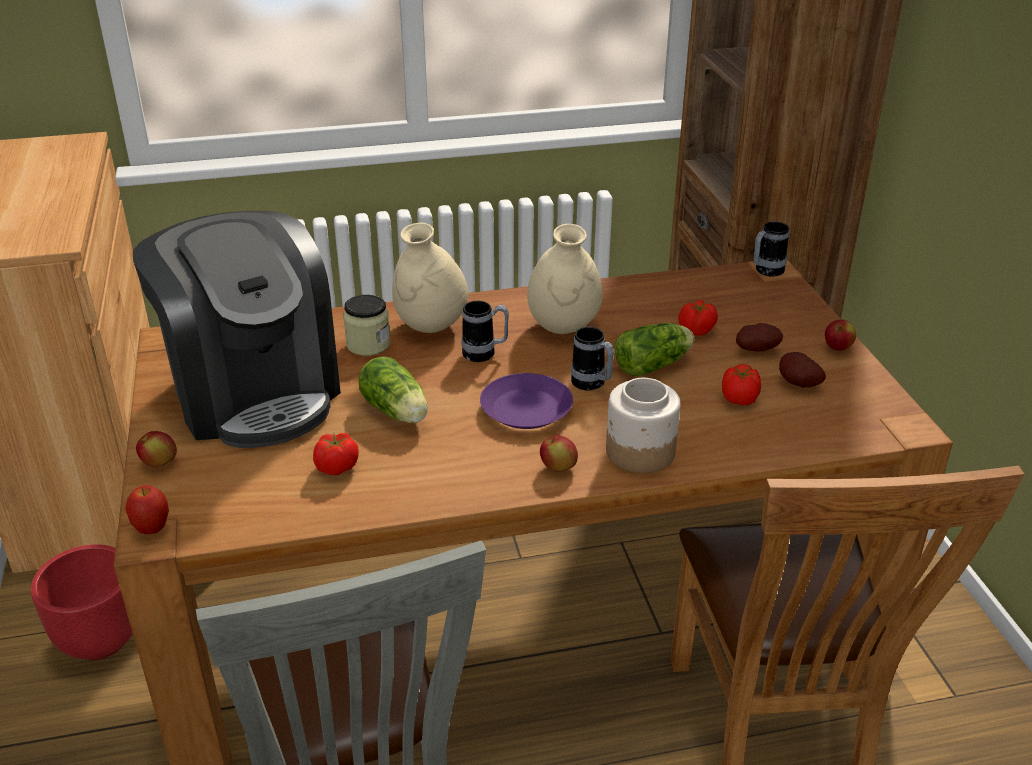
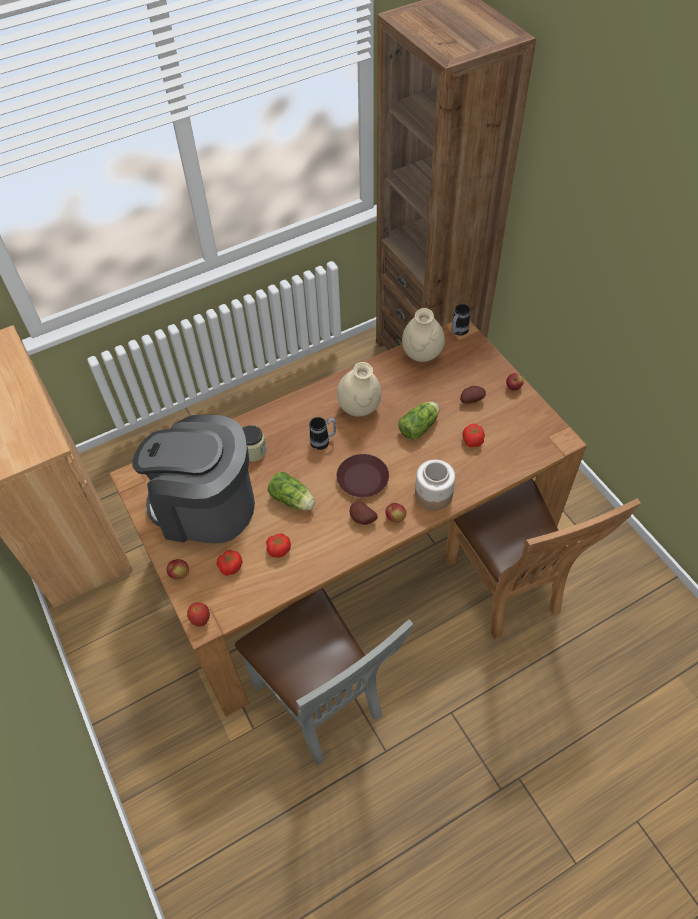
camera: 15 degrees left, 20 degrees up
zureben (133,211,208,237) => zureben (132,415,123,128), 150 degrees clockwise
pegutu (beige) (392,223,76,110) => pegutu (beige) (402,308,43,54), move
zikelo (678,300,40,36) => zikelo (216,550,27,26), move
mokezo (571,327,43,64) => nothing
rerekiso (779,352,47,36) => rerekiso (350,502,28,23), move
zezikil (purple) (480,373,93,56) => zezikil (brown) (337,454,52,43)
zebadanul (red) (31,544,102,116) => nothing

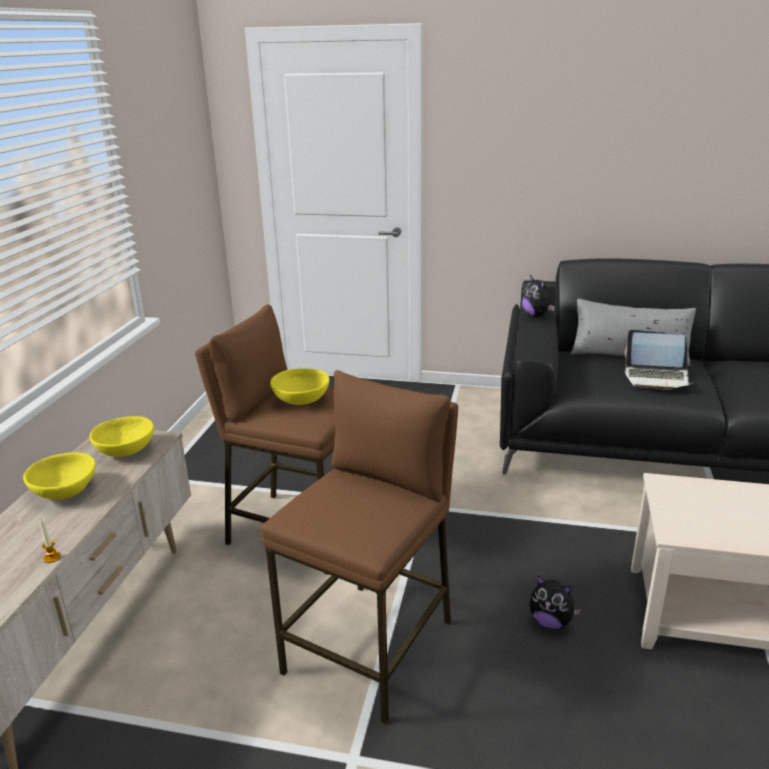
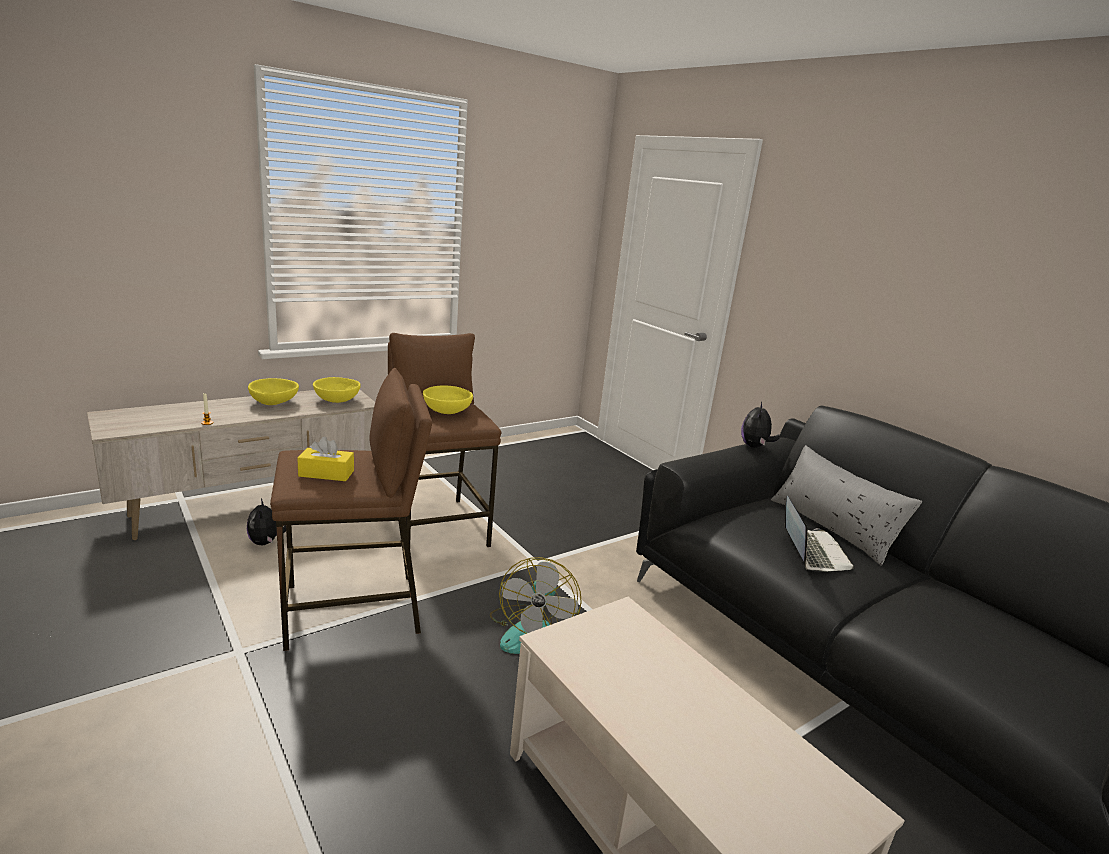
camera: 40 degrees right, 5 degrees down
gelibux (624,330,70,59) => gelibux (785,496,69,76), 150 degrees counterclockwise
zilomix (529,576,52,53) => zilomix (247,498,39,47), move
nothing => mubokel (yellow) (297,437,57,44)
nothing => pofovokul (490,557,92,97)

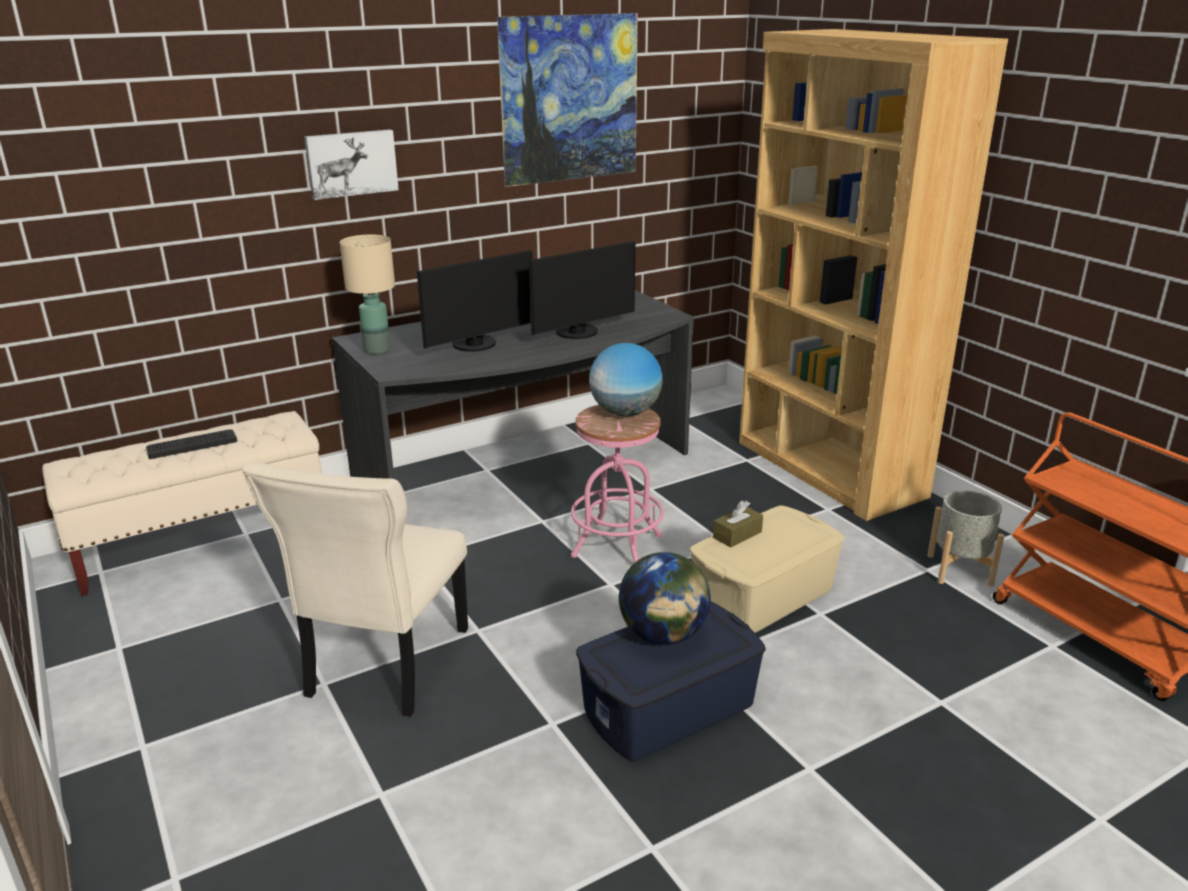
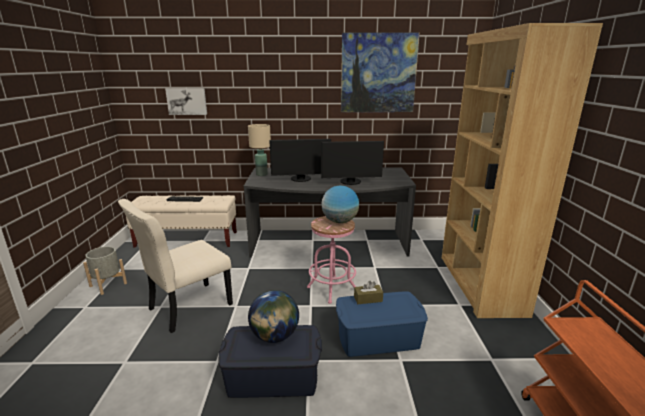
camera: 30 degrees right, 5 degrees down
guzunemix (304,129,95,71) => guzunemix (165,88,42,27), move
zebadanul (grey) (927,490,78,96) => zebadanul (grey) (83,246,44,49), move
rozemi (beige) (689,505,156,128) => rozemi (blue) (336,291,92,66)

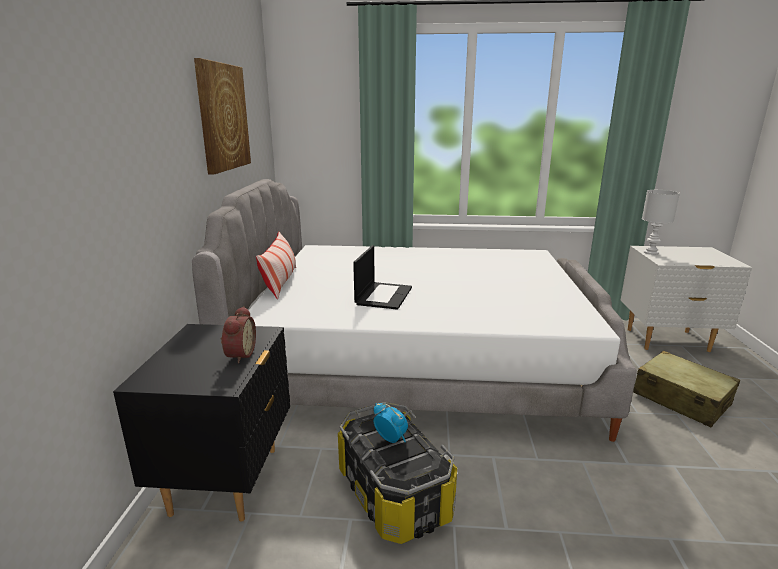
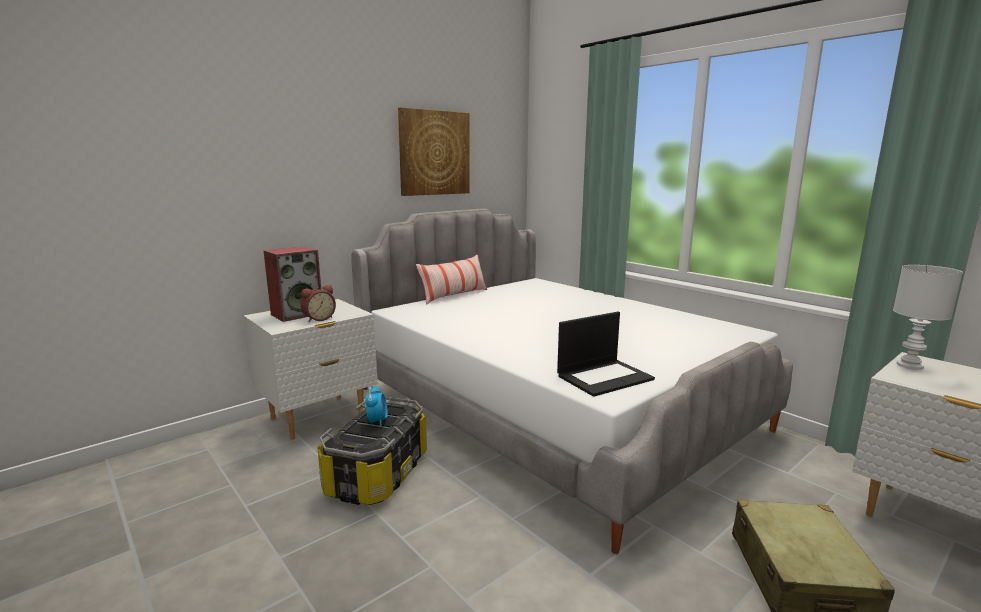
camera: 45 degrees right, 5 degrees down
gelibux (353,245,59,65) => gelibux (557,312,98,85), move
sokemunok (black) (113,324,177,198) => sokemunok (white) (243,299,135,141)
nothing => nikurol (264,246,57,76)

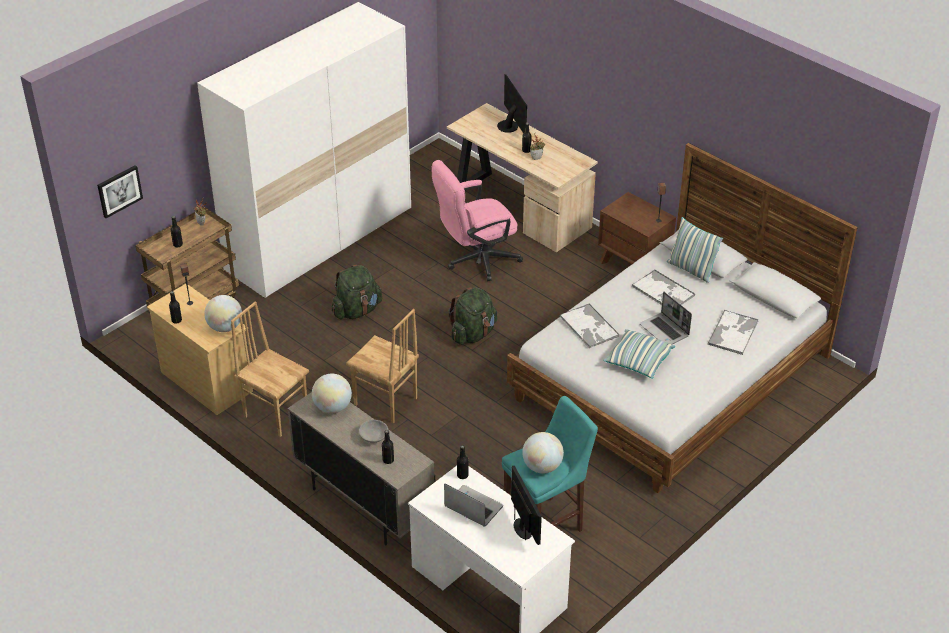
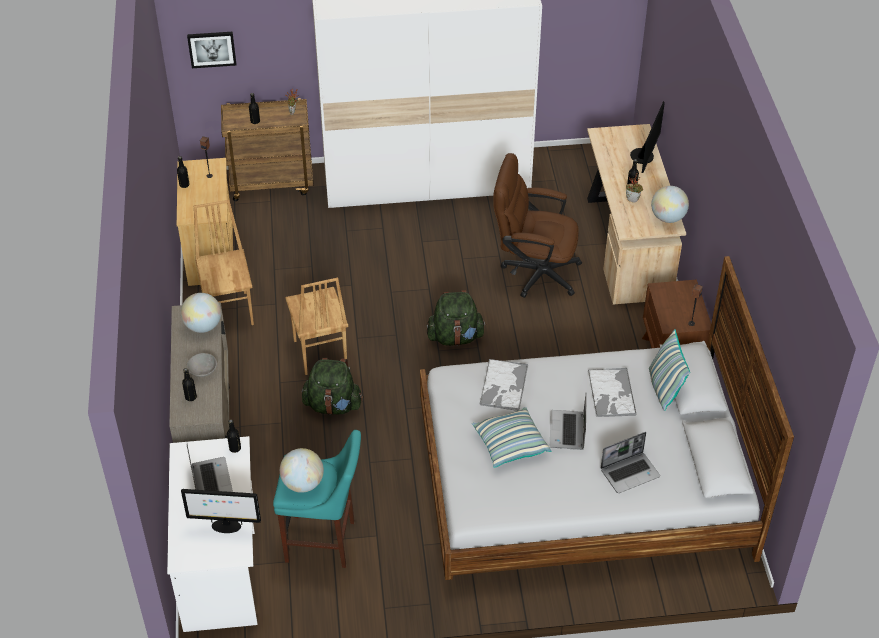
camera: 40 degrees right, 5 degrees up
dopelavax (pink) (431,160,92,121) => dopelavax (brown) (493,153,89,145)
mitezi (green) (332,265,50,54) => mitezi (green) (302,358,61,57), move
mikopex (204,295,38,37) => mikopex (651,186,38,37), move
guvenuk (707,310,52,45) => gelibux (600,432,60,61)
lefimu (511,466,31,79) => lefimu (181,489,80,44), 75 degrees clockwise

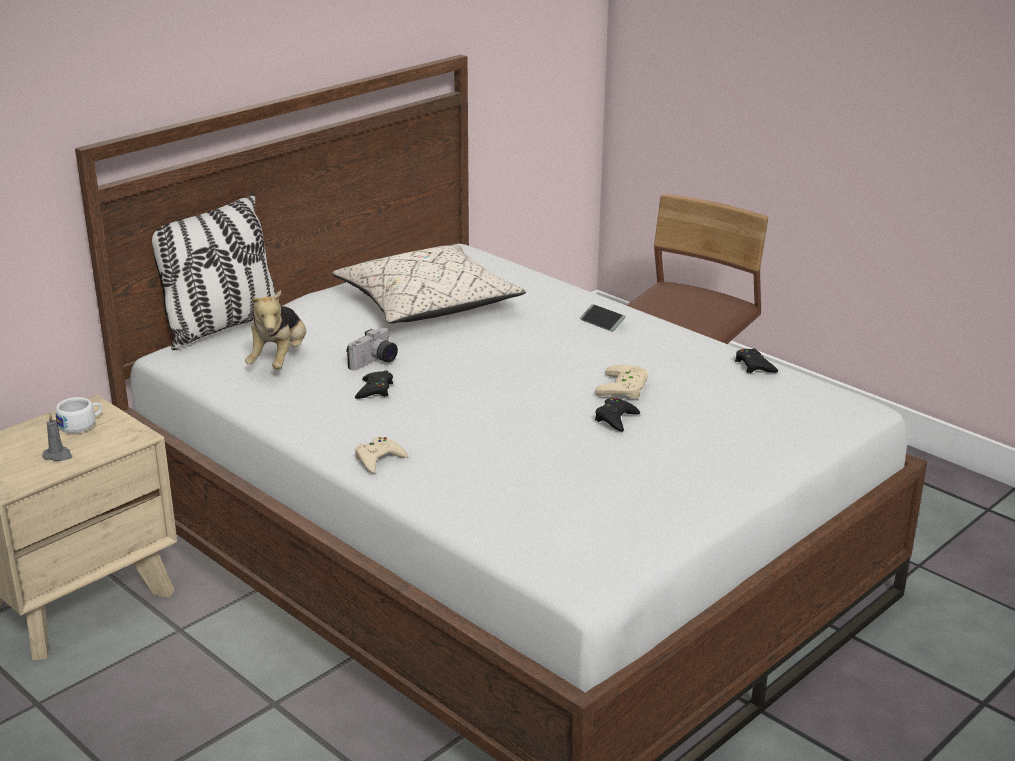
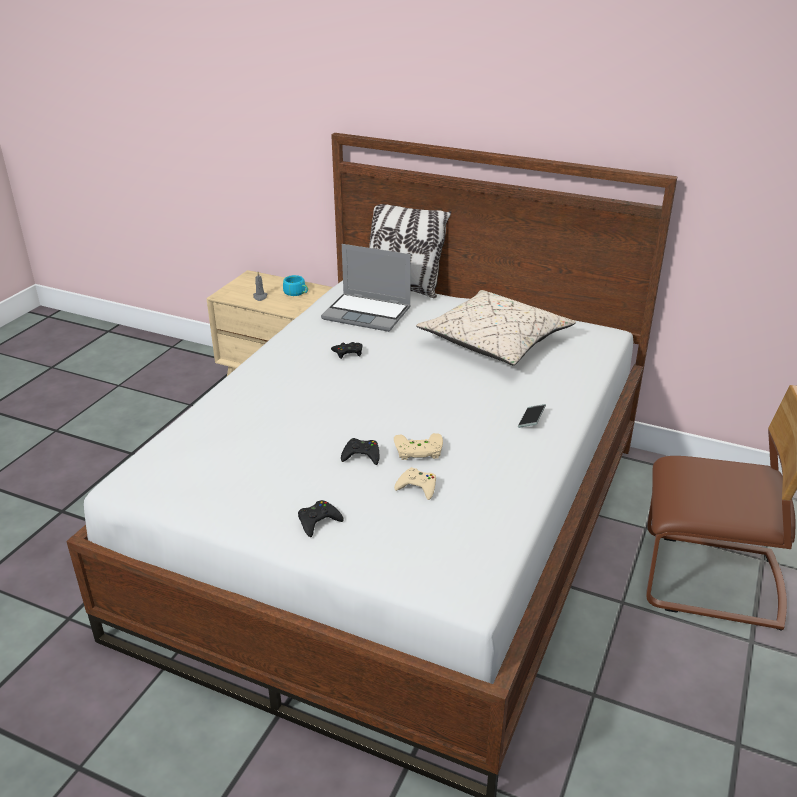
camera: 70 degrees right, 5 degrees up
zilomix (245,290,61,79) => gelibux (321,244,90,88)
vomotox (346,328,52,43) => nothing
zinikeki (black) (735,349,43,24) => zinikeki (black) (298,500,46,37), move
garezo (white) (56,397,46,36) => garezo (turquoise) (283,275,25,21)
zinikeki (beige) (355,437,53,36) => zinikeki (beige) (394,467,42,33), move

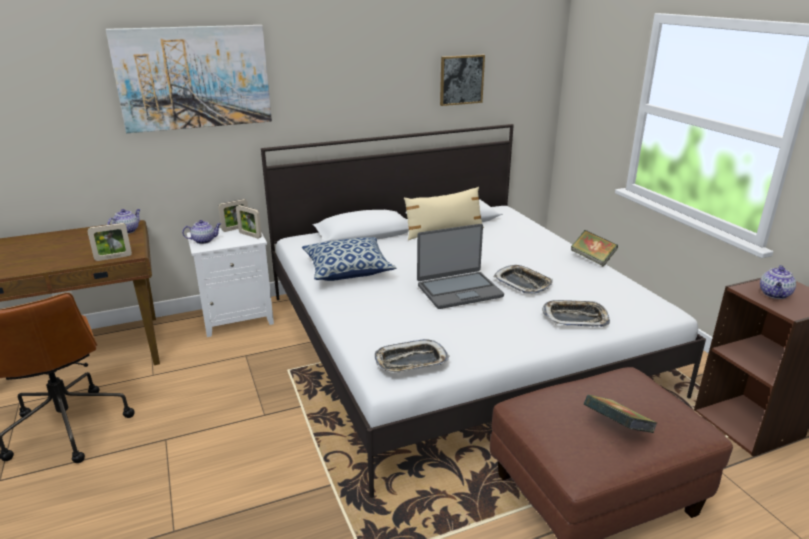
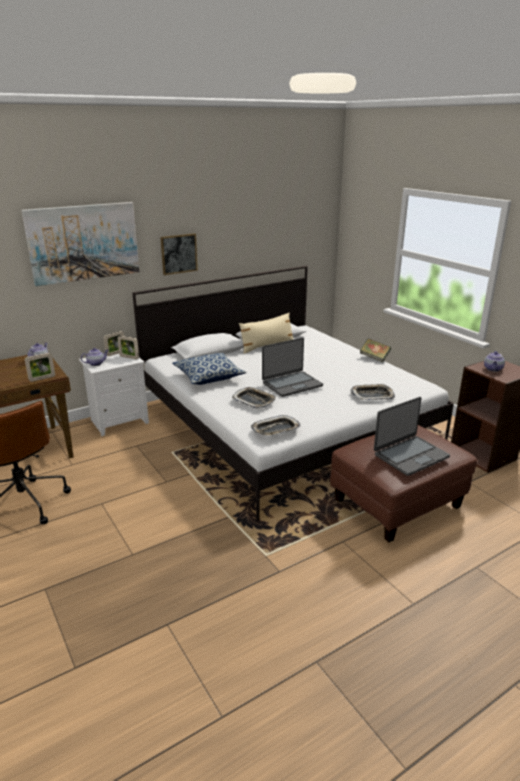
camera: 10 degrees left, 0 degrees up
guzunemix (440,55,45,51) => guzunemix (160,233,38,42), move
guvenuk (494,265,59,29) => guvenuk (232,387,44,22), move
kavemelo (584,395,73,38) => gelibux (374,397,76,79)

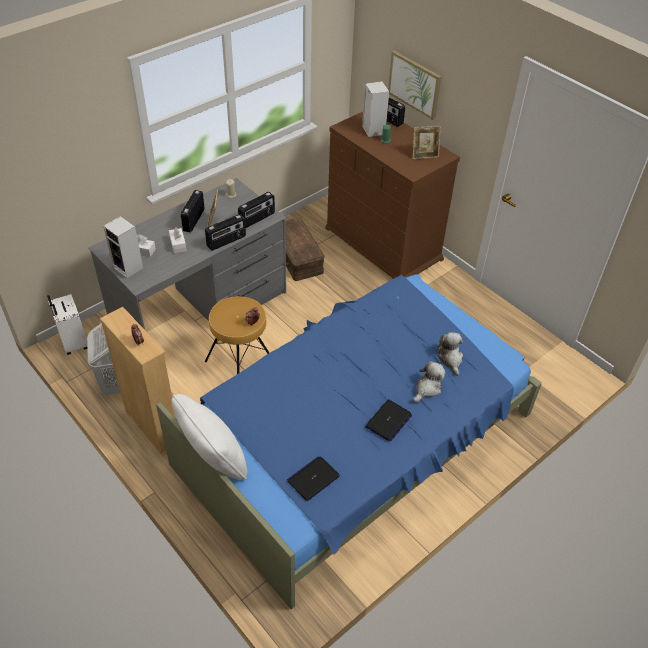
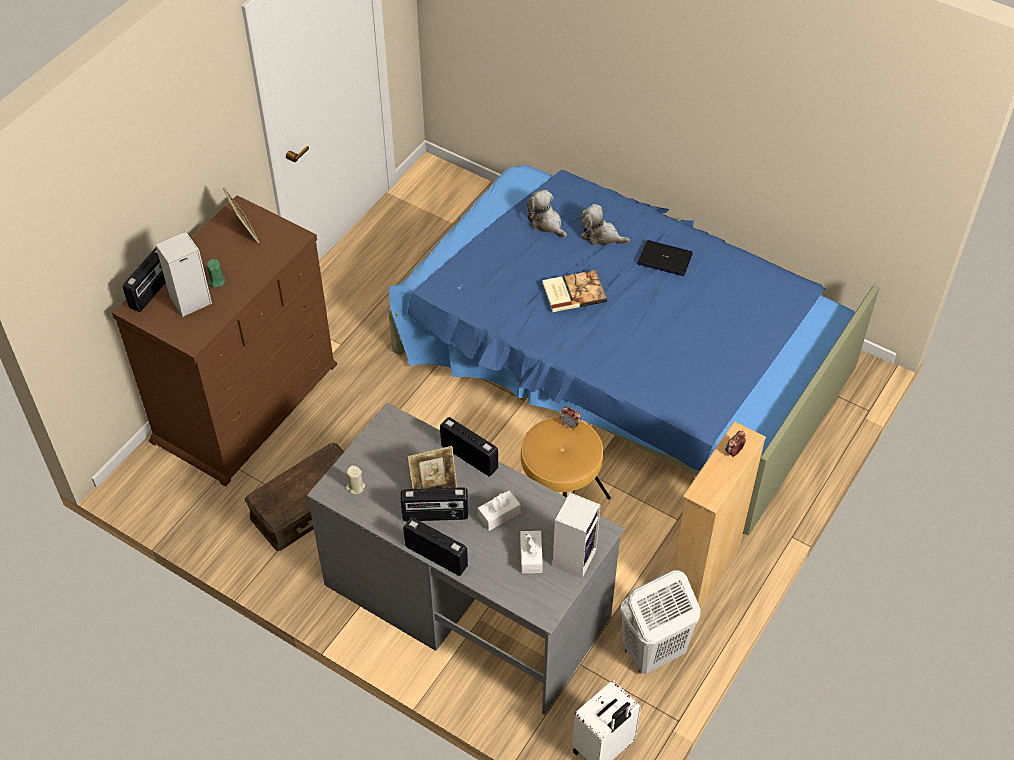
camera: 105 degrees left, 5 degrees up
guzunemix (388,50,54,70) => nothing
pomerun (238,192,37,36) => pomerun (403,517,65,59), move
zilomix (436,332,27,44) => zilomix (527,190,40,48), 75 degrees clockwise
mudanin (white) (171,394,76,86) => nothing
gelibux (287,456,53,45) => nothing
nothing => kavemelo (542,270,65,43)

